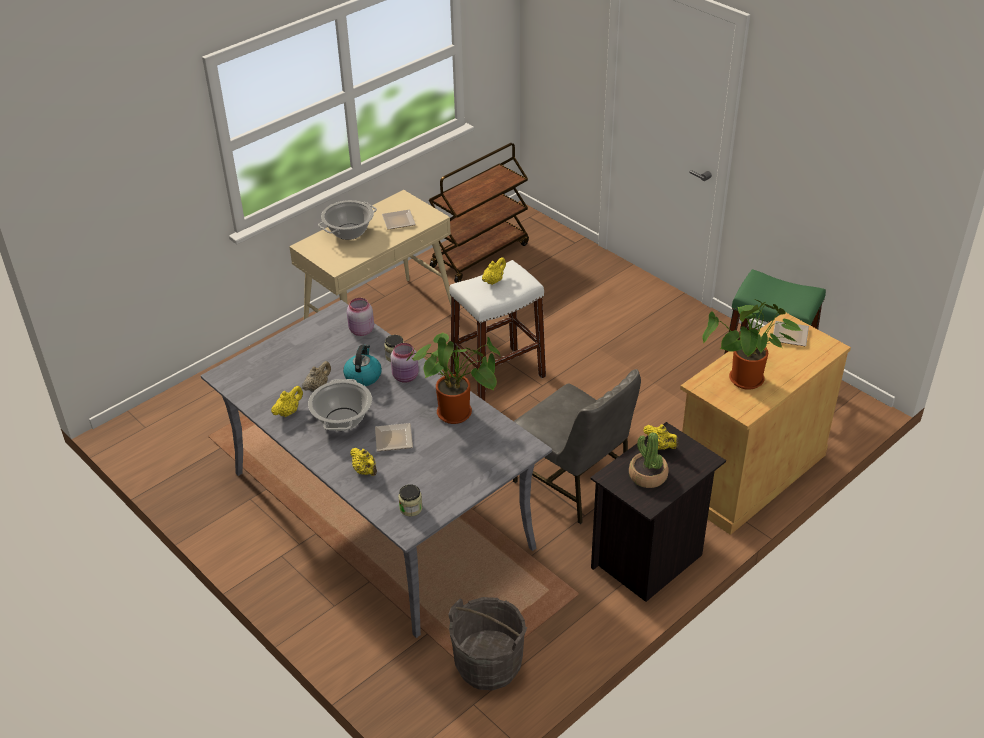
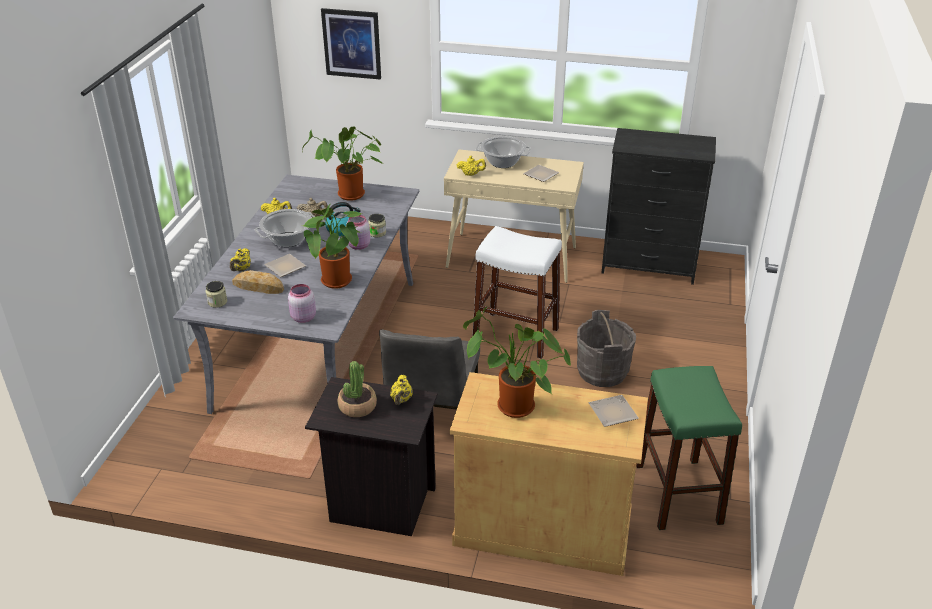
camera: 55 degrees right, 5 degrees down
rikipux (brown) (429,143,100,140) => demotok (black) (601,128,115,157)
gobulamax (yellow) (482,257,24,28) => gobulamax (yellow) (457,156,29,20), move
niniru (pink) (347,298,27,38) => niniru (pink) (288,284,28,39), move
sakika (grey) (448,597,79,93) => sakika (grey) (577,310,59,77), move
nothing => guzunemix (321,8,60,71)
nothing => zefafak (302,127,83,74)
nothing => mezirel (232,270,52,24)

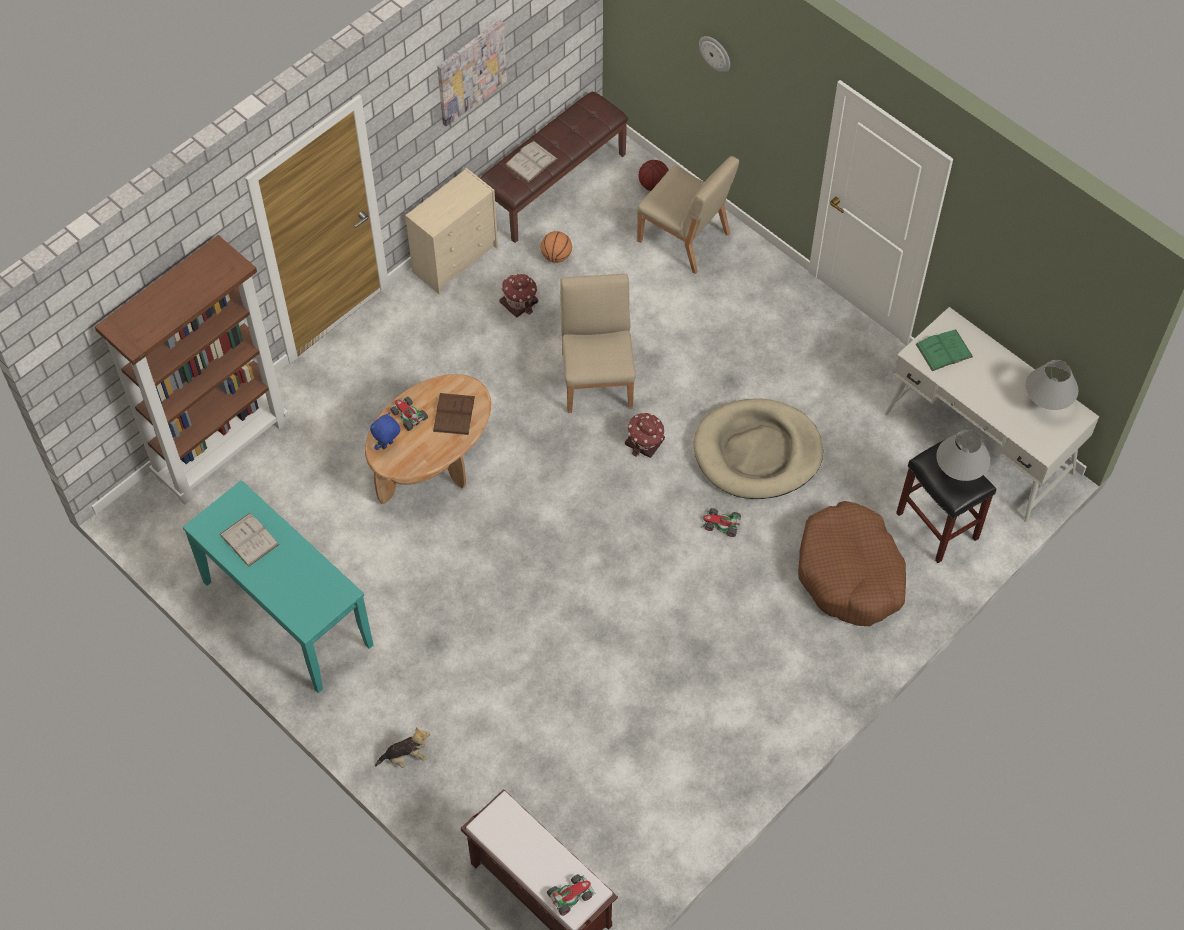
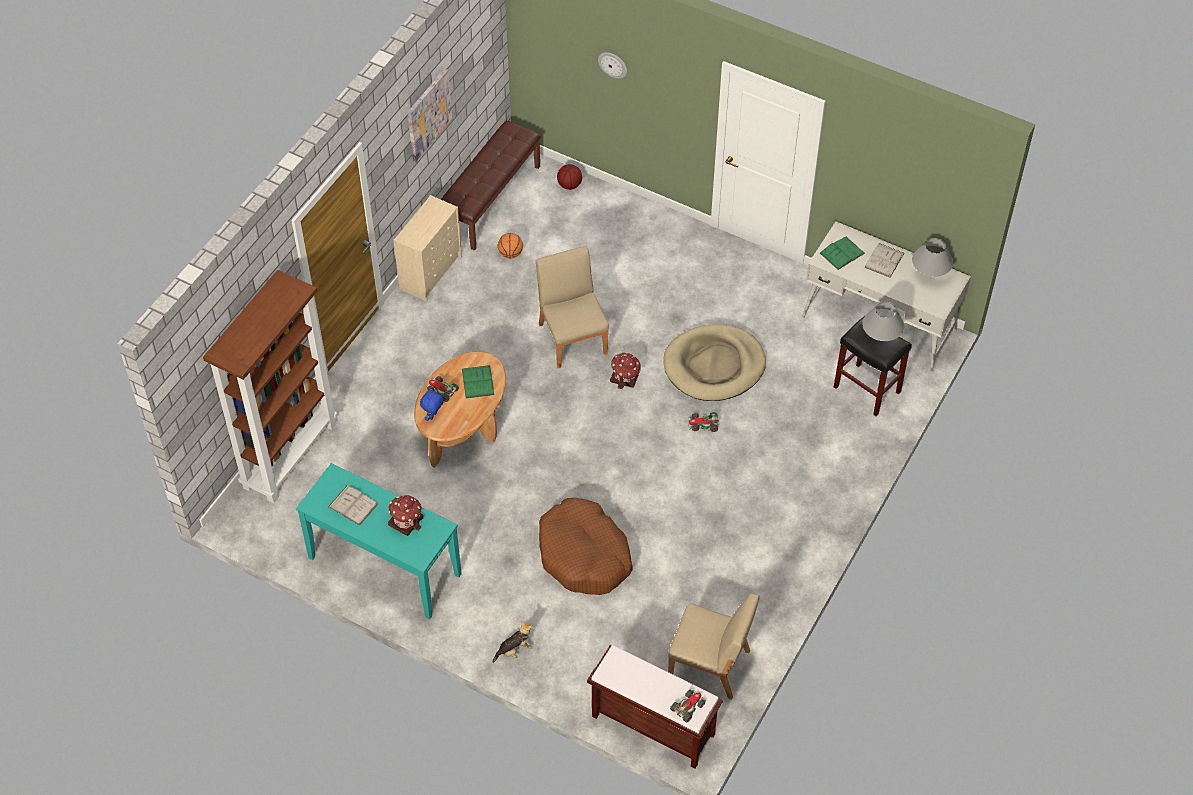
camera: 15 degrees left, 5 degrees down
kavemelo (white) (505,141,53,42) => kavemelo (white) (864,243,41,35), move
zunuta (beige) (637,156,102,118) => zunuta (beige) (668,594,92,106), move
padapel (499,274,39,43) => padapel (388,495,36,41), move
kavemelo (brown) (433,393,42,42) => kavemelo (green) (462,365,33,33)
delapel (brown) (798,501,108,125) => delapel (brown) (539,498,93,97), move

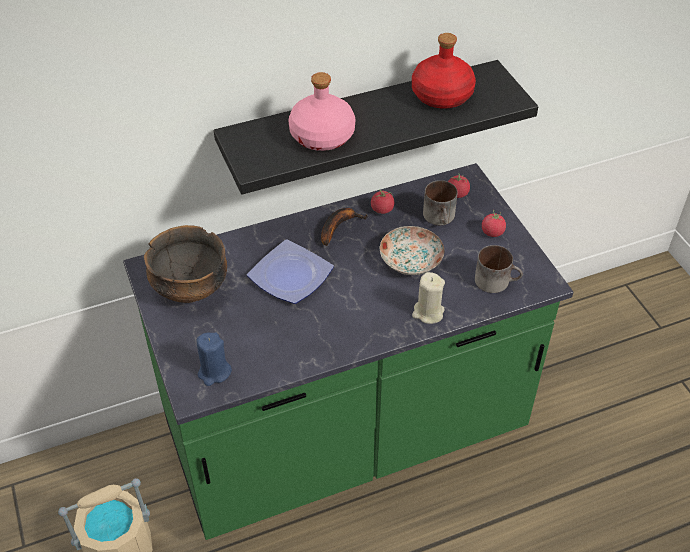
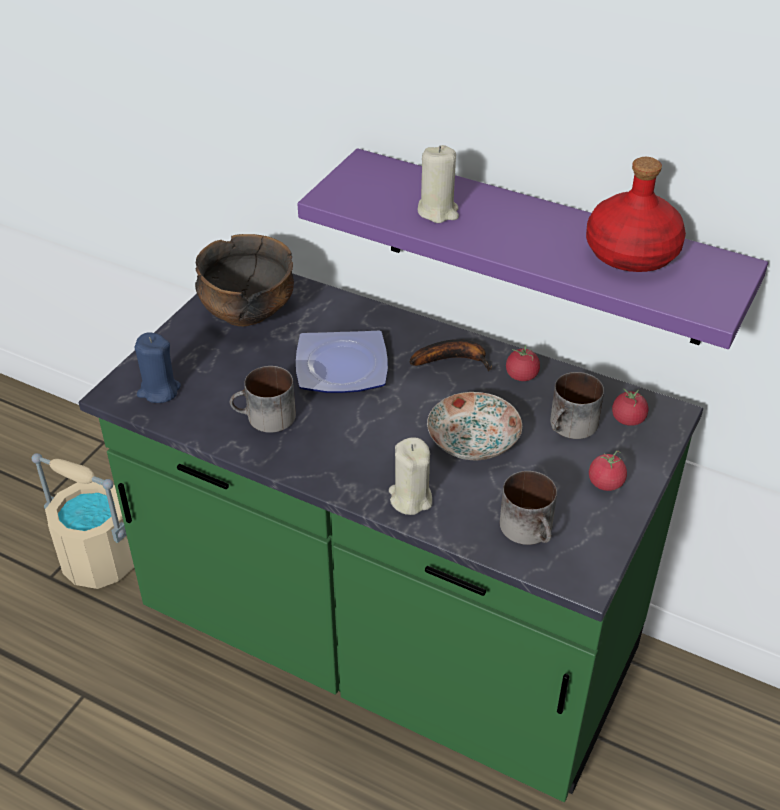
camera: 50 degrees right, 5 degrees down
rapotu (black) (214,60,324,134) => rapotu (purple) (297,148,471,201)
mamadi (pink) (288,72,67,79) => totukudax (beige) (418,145,41,78)
nothing => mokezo (230,366,66,67)

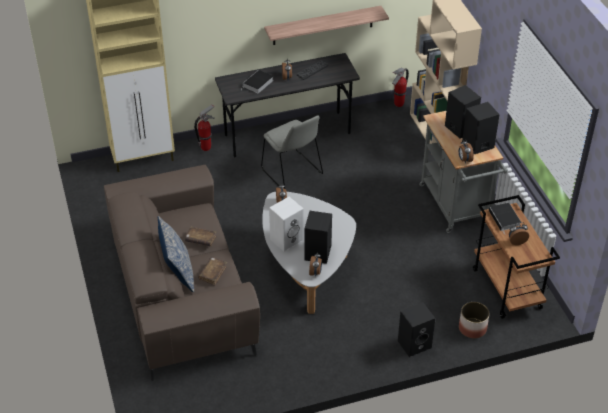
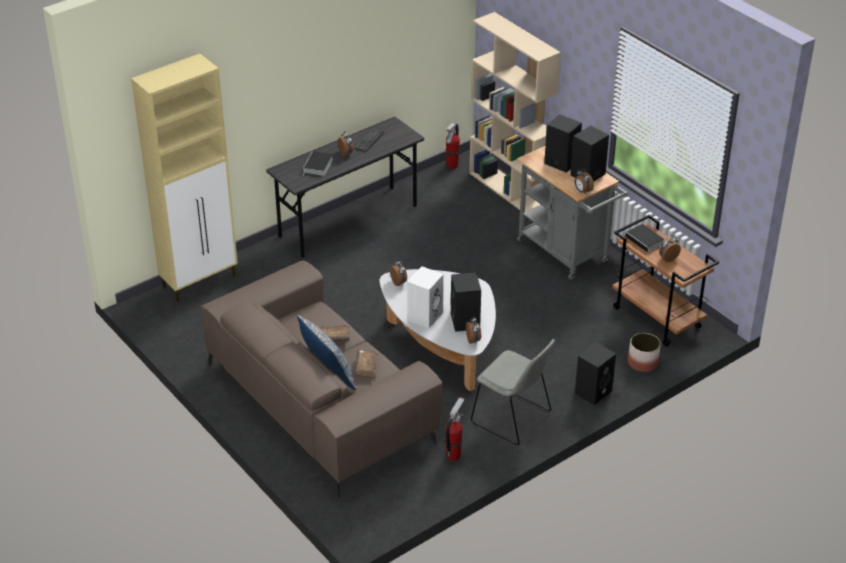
camera: 20 degrees left, 5 degrees down
rapotu (264,6,125,39) => nothing
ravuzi (194,105,21,46) => ravuzi (444,397,21,64), move
zunuta (grey) (261,115,62,74) => zunuta (grey) (471,339,84,106), move

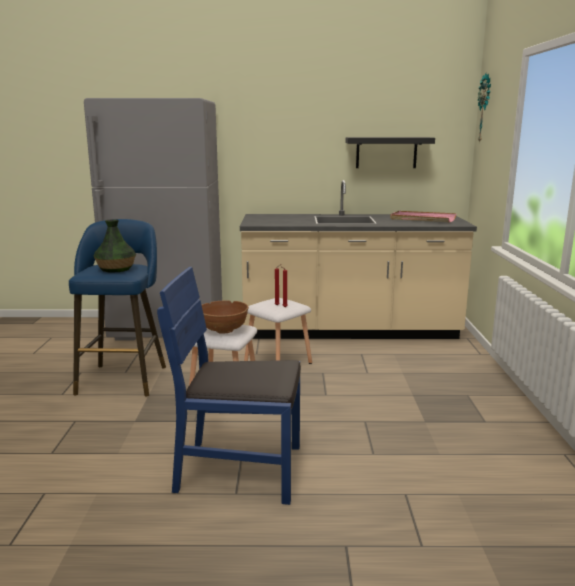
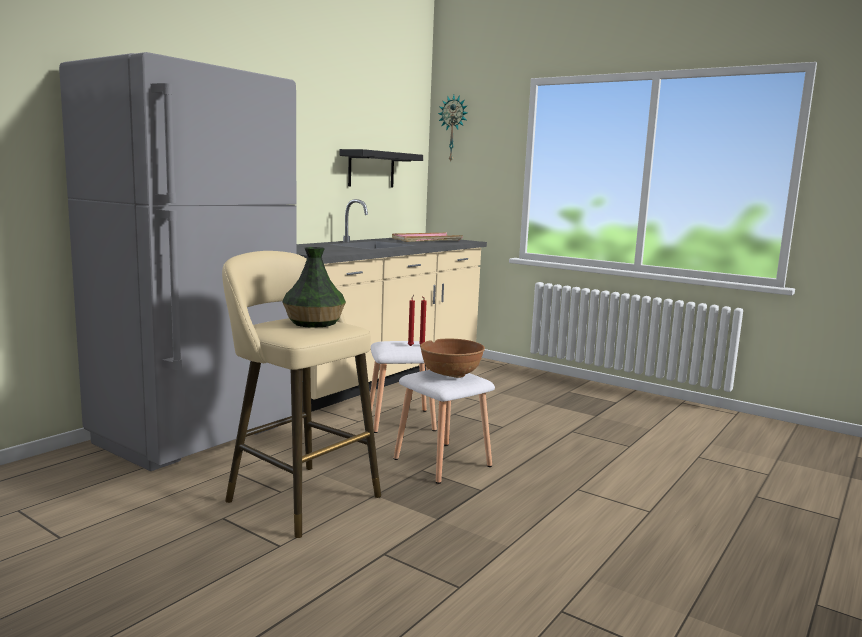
camera: 55 degrees left, 5 degrees down
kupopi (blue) (69,219,97,178) => kupopi (beige) (222,251,159,287)
zunuta (blue) (157,267,144,238) => nothing

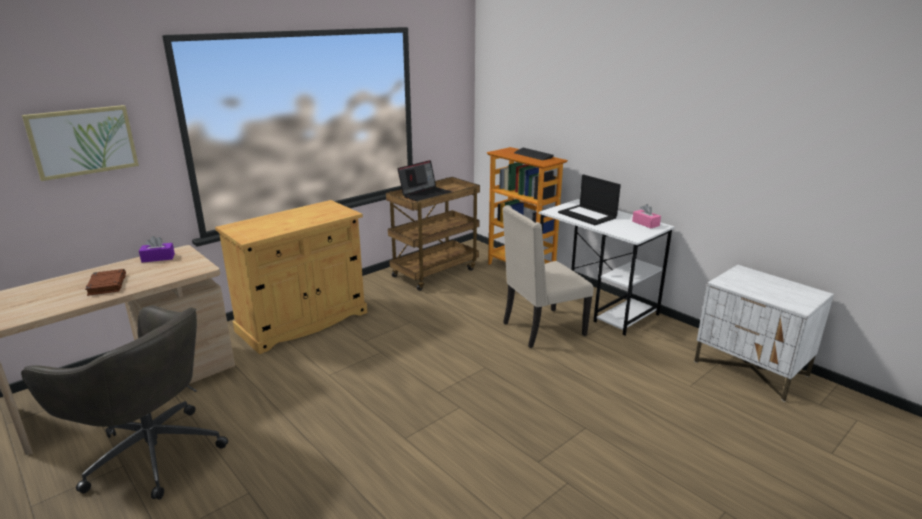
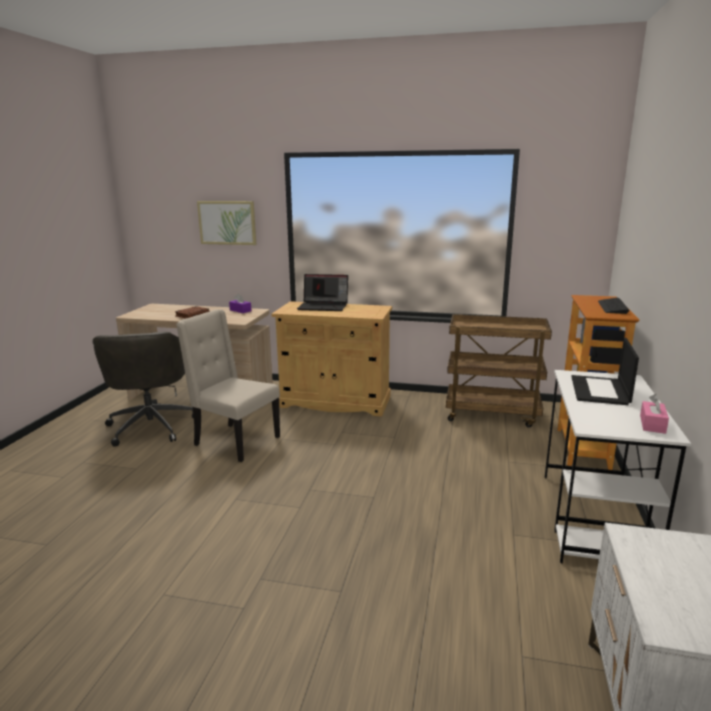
camera: 55 degrees right, 5 degrees down
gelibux (398,160,54,41) => gelibux (297,274,51,37), move
zunuta (beige) (503,205,90,143) => zunuta (beige) (176,310,104,152), move

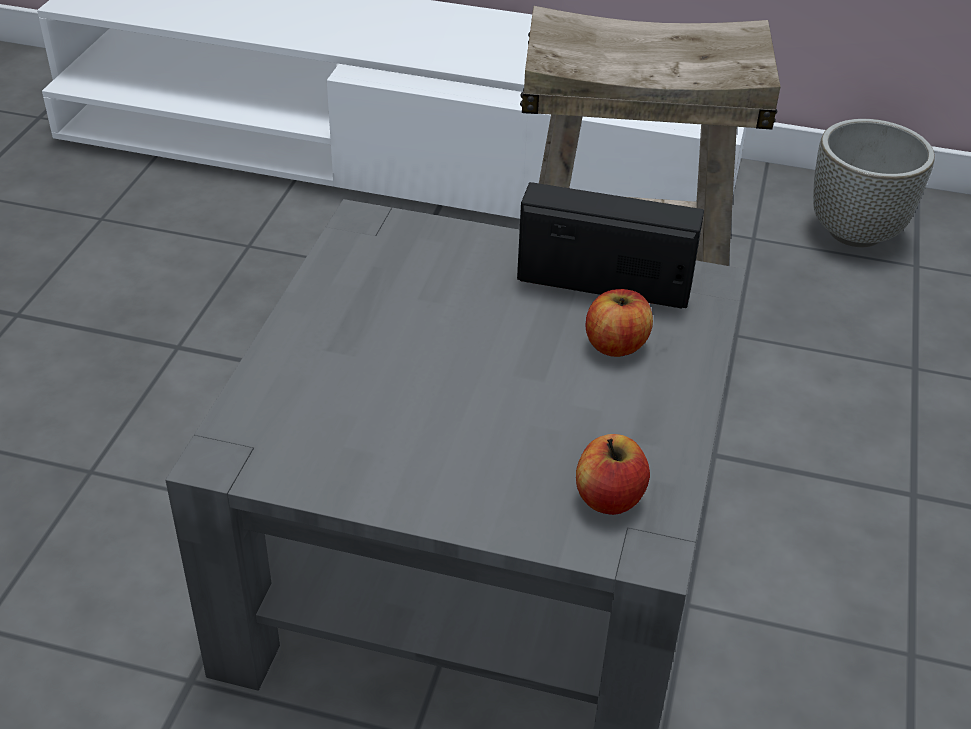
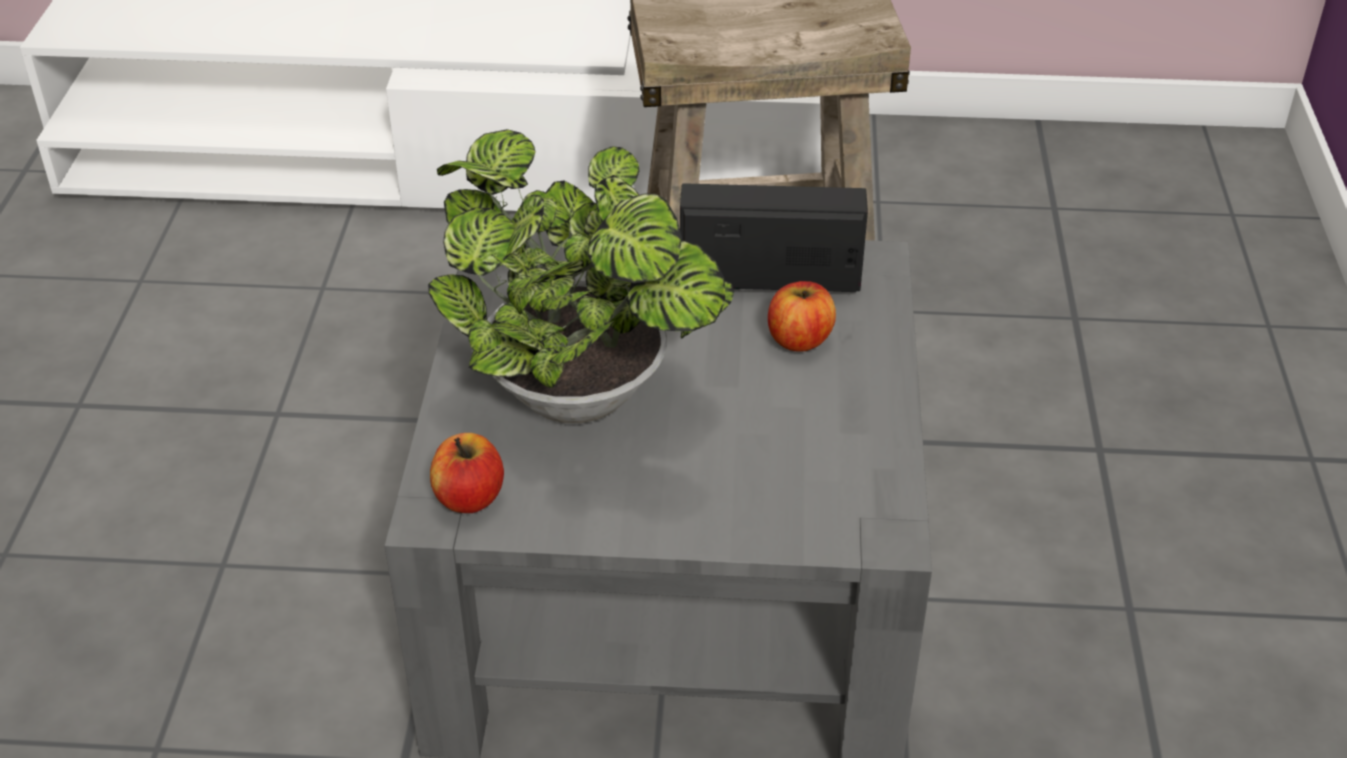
camera: 10 degrees left, 0 degrees up
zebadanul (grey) (813,119,122,128) => nothing
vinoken (576,434,74,81) => vinoken (430,433,74,80), move
nothing => zefafak (428,129,306,294)

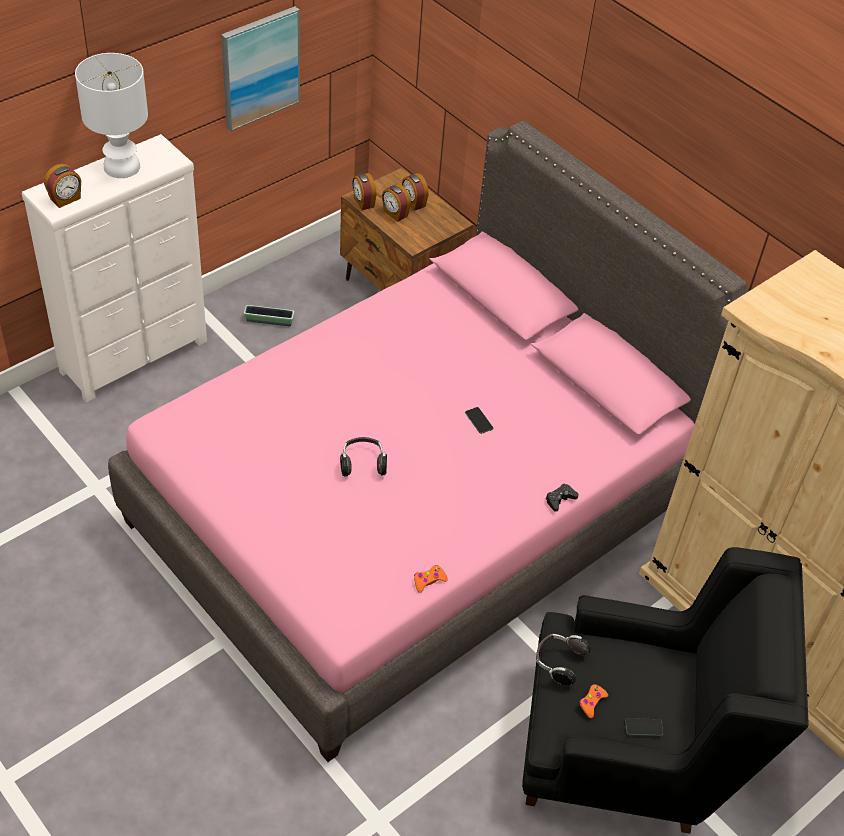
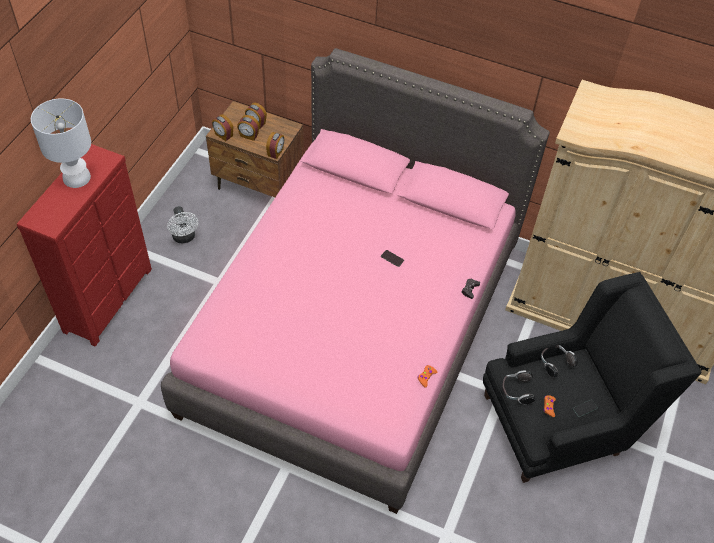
camera: 25 degrees left, 5 degrees up
guzunemix (221,6,79,126) => nothing
demotok (white) (22,134,185,268) => demotok (red) (17,144,135,202)
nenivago (44,164,37,44) => nenivago (266,132,18,27), move
zebadanul (244,305,50,21) => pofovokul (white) (167,206,31,37)
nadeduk (340,437,47,40) => nadeduk (541,345,37,33), move

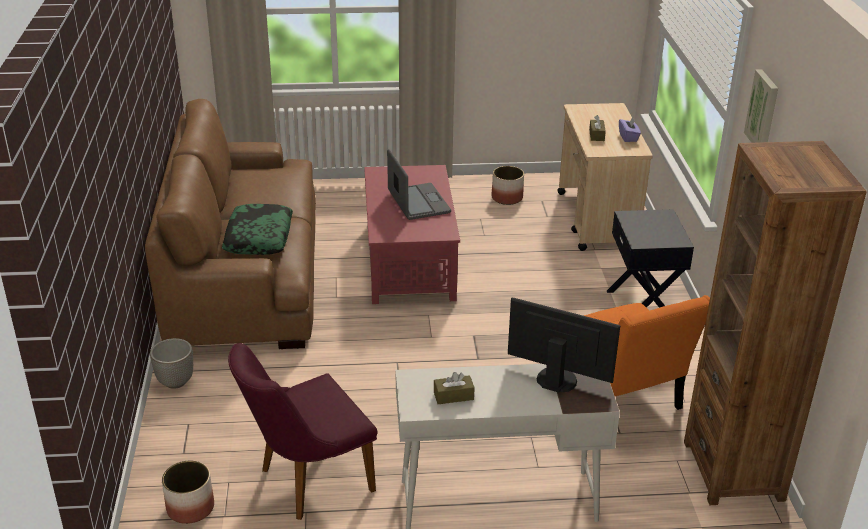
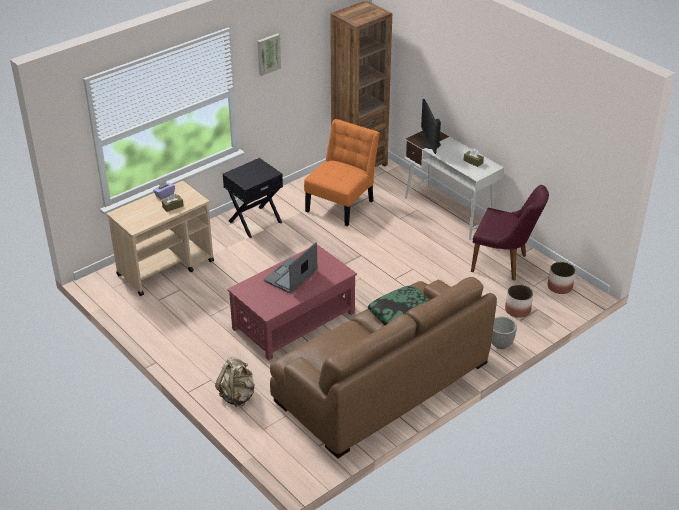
camera: 125 degrees left, 5 degrees up
zebadanul (492,166,32,39) => zebadanul (505,284,28,34), move
nothing => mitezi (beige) (215,357,40,50)

